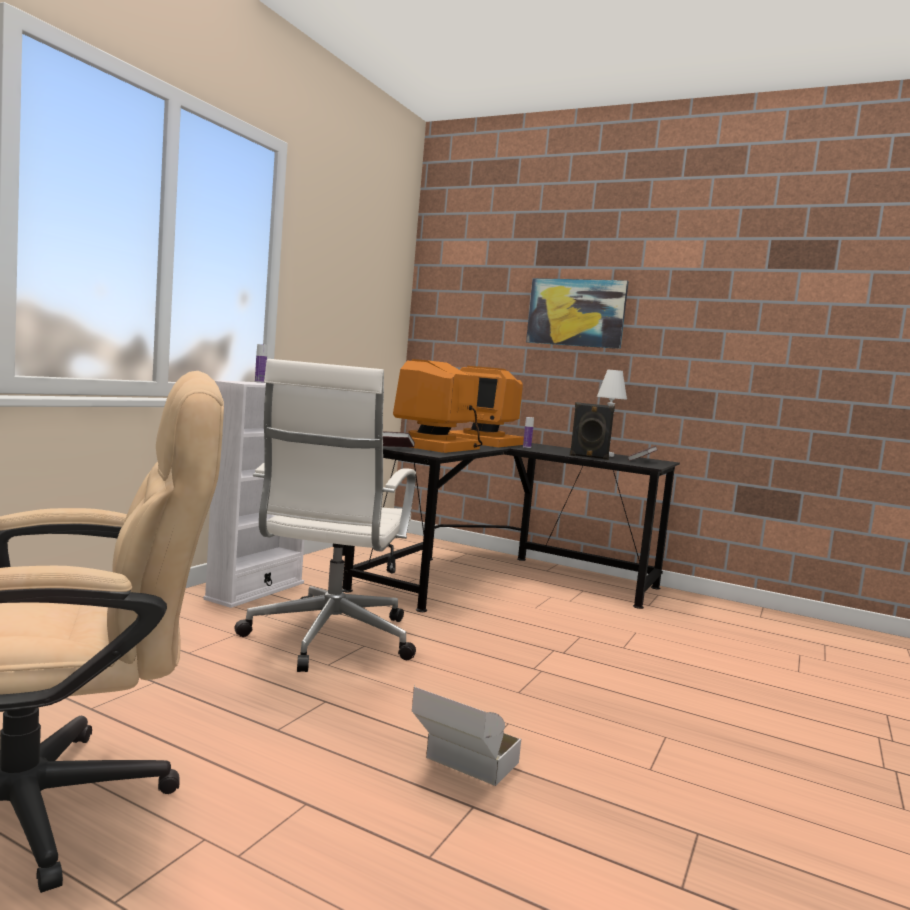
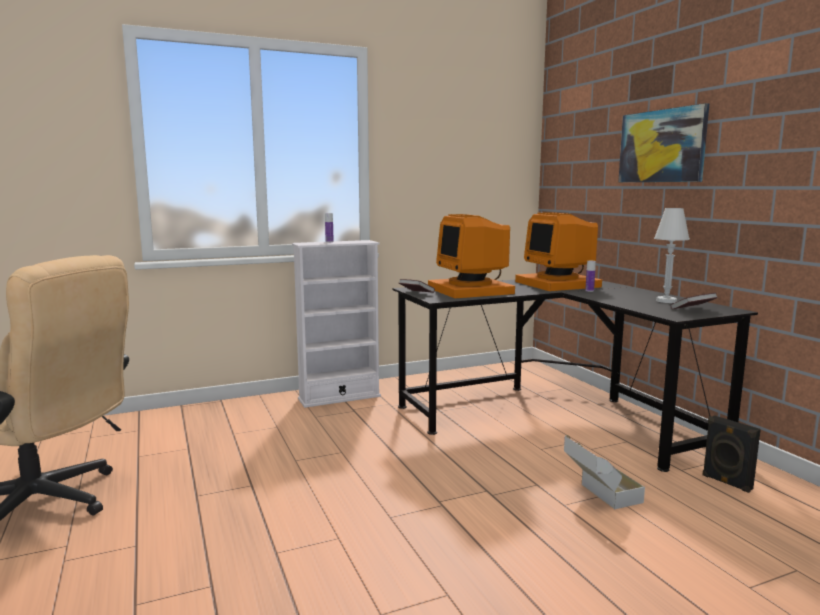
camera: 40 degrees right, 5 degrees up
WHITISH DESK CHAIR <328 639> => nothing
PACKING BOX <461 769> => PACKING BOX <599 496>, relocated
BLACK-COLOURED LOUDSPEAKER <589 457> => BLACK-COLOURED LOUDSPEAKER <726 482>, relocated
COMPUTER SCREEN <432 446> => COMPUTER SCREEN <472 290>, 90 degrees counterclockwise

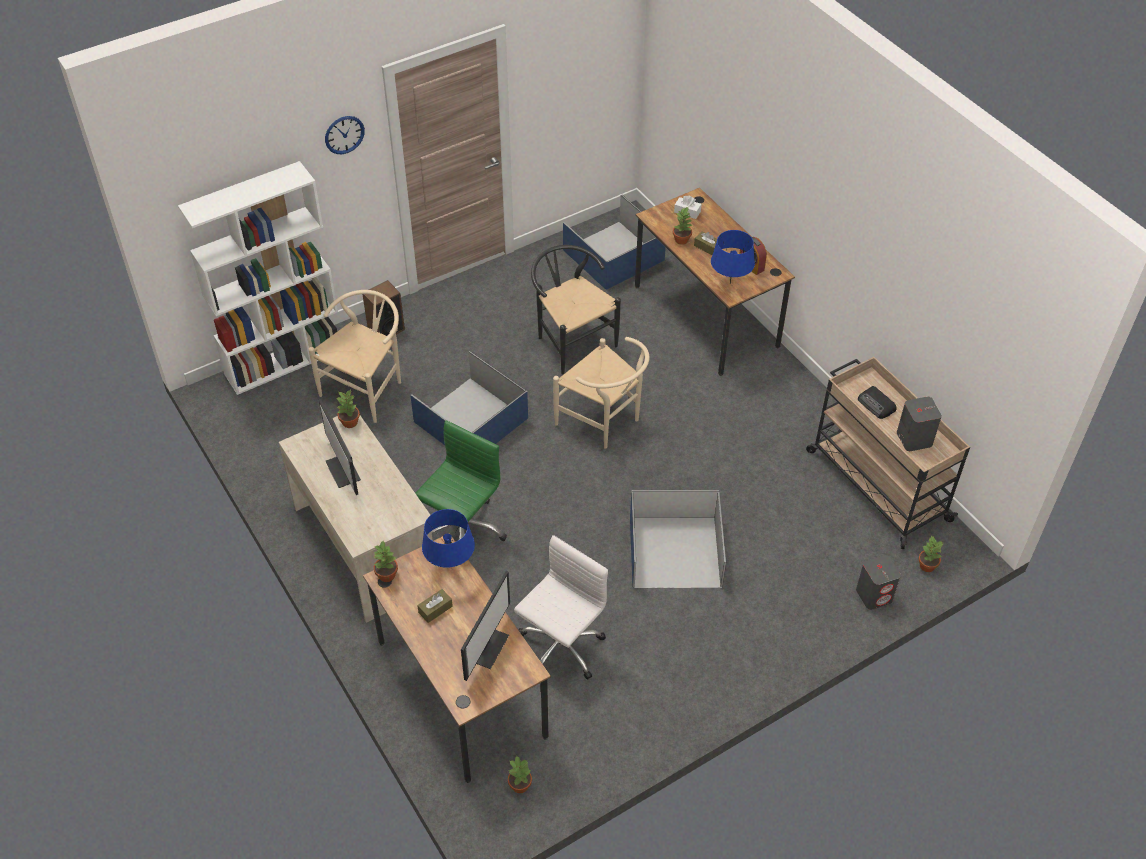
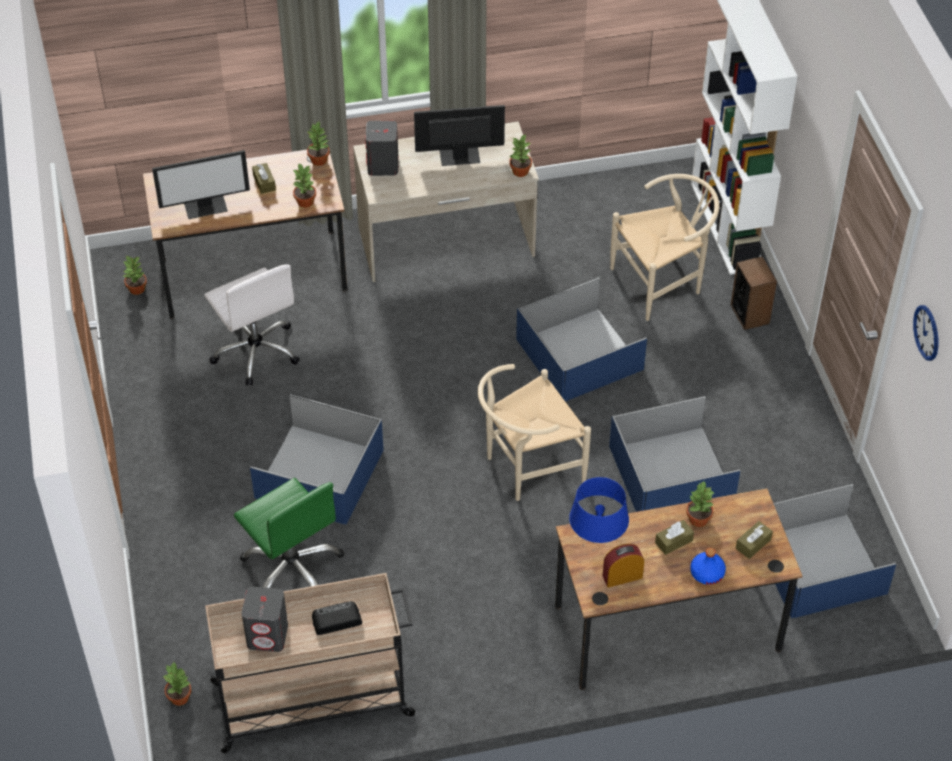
camera: 110 degrees right, 0 degrees up
nothing => BLUE-COLOURED DRINK BOTTLE <706 573>
HANGING CLOCK <344 134> => HANGING CLOCK <926 332>, relocated
GREEN DESK CHAIR <462 530> => GREEN DESK CHAIR <292 569>, relocated
GREYISH LOUDSPEAKER <874 595> => GREYISH LOUDSPEAKER <383 166>, relocated
BLUE-COLOURED TABLE LAMP <450 566> => HOUSEPLANT <305 201>
BLACK-COLOURED CHAIR <571 340> => BLUE-COLOURED STORAGE BOX <672 475>
WHITISH TISSUE BOX <687 212> => BROWN TISSUE BOX <753 544>
BEIGE CHAIR <367 387> => BEIGE CHAIR <663 282>, 75 degrees counterclockwise
COMPUTER SCREEN <487 646> => COMPUTER SCREEN <206 206>, 60 degrees counterclockwise

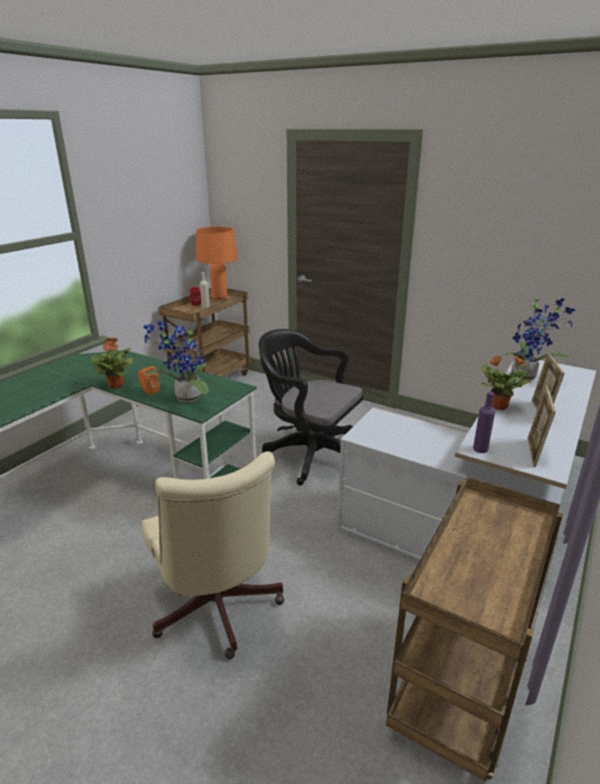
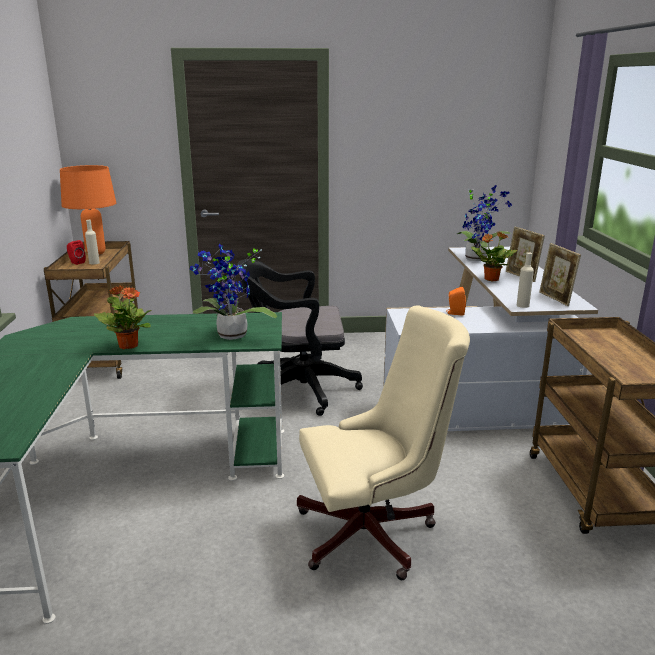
camera: 35 degrees left, 5 degrees down
ORANGEY LOUDSPEAKER <149 390> => ORANGEY LOUDSPEAKER <455 313>, relocated
PURPLE-COLOURED DRINK BOTTLE <480 449> => BEIGE DRINK BOTTLE <522 305>
BEIGE DESK CHAIR <217 612> => BEIGE DESK CHAIR <374 533>, 45 degrees counterclockwise

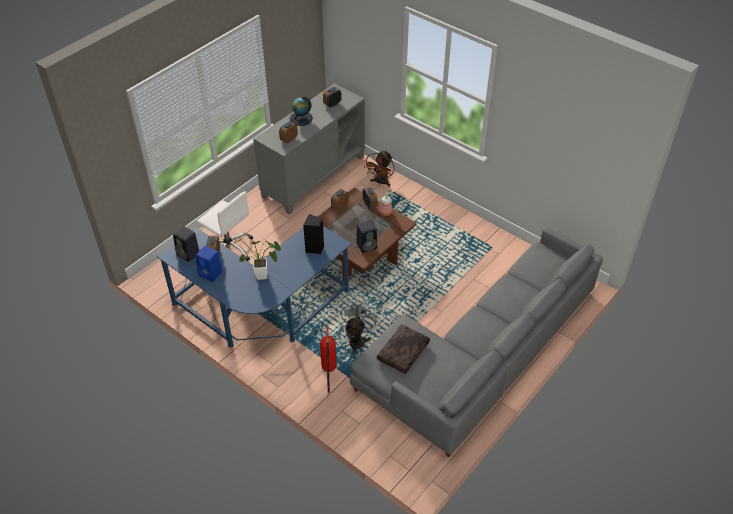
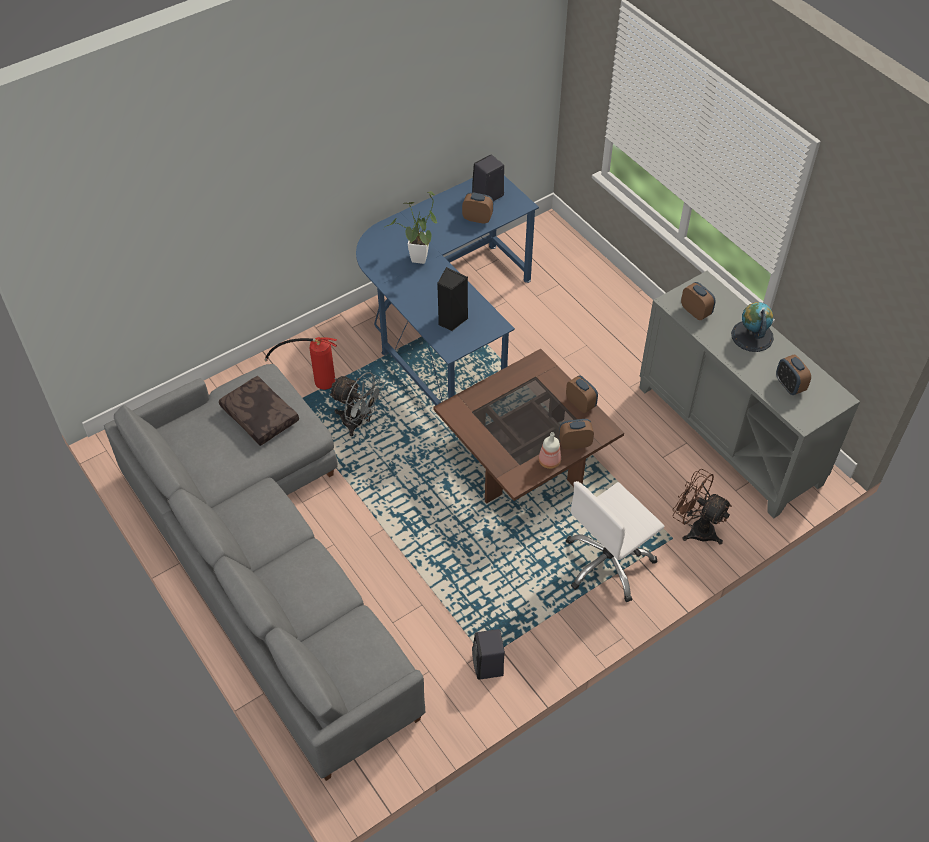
camera: 105 degrees right, 5 degrees up
BLUE-COLOURED LOUDSPEAKER <211 274> => nothing
WHITISH DESK CHAIR <229 249> => WHITISH DESK CHAIR <608 563>, relocated
BLACK-COLOURED LOUDSPEAKER <367 245> => BLACK-COLOURED LOUDSPEAKER <488 666>, relocated

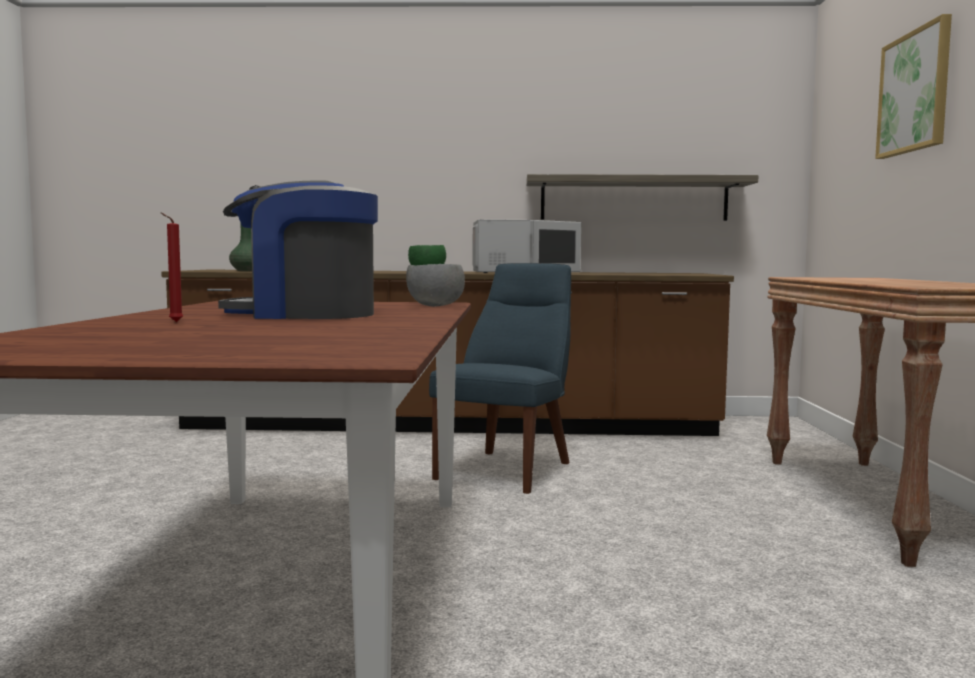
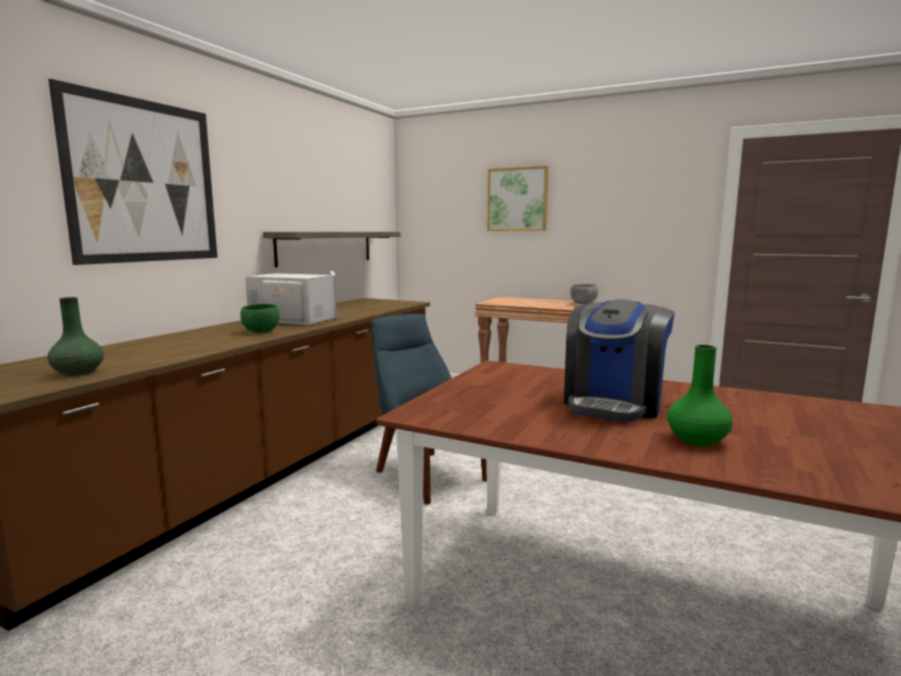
camera: 65 degrees left, 5 degrees up
nothing => PICTURE <144 182>
GREYISH DEEP DISH <434 306> => GREYISH DEEP DISH <583 304>, relocated
RED-COLOURED WAX LIGHT <173 322> => GREEN DECORATIVE VASE <697 440>

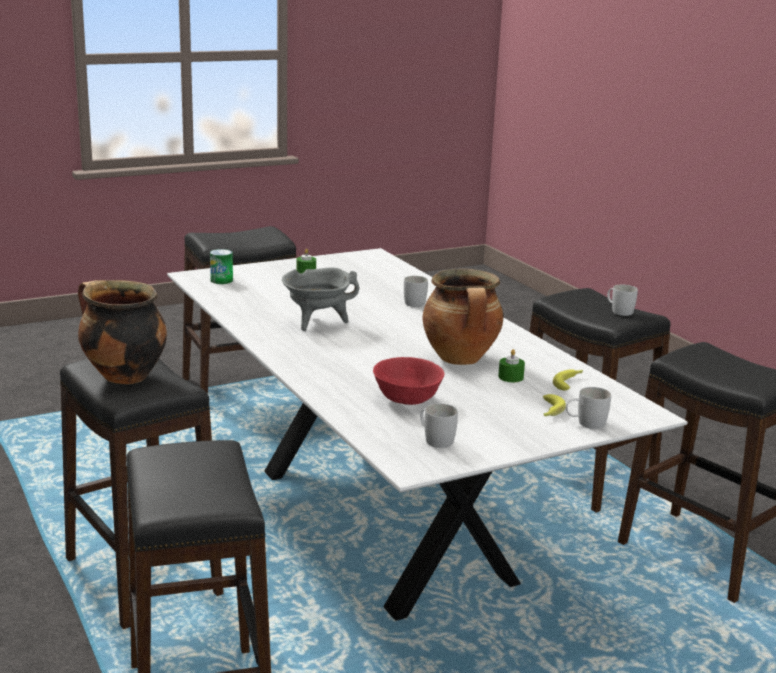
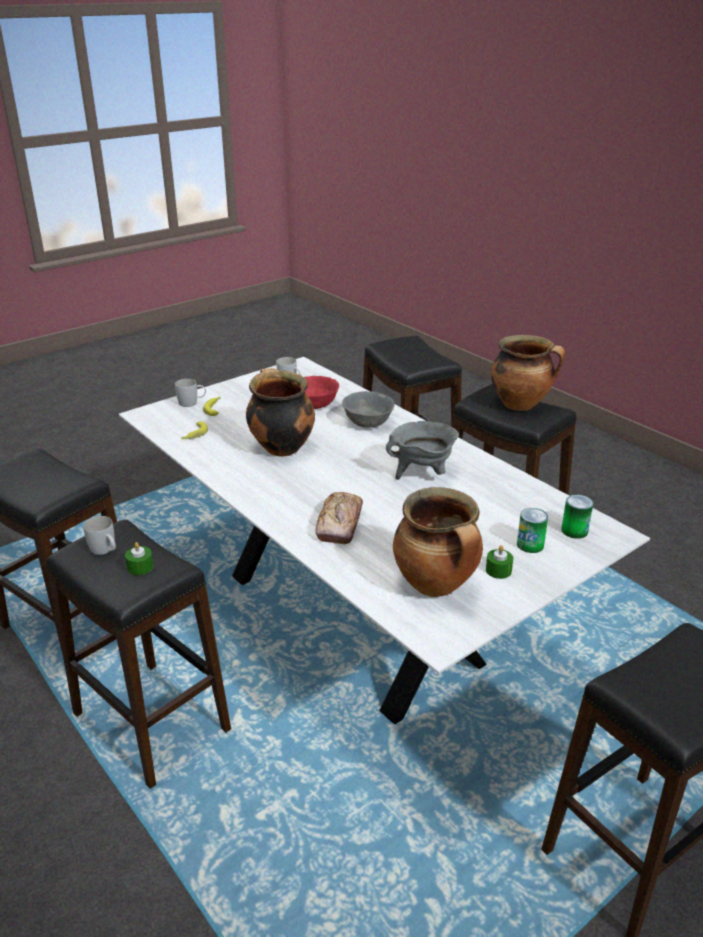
camera: 170 degrees right, 10 degrees up
nothing => GREYISH DEEP DISH <368 423>
nothing => STOCKPOT <437 585>
nothing => SEALED CAN <530 545>
GREEN WAX LIGHT <510 377> => GREEN WAX LIGHT <140 567>, relocated
WHITISH TEA MUG <416 302> => BAKERY BREAD <340 524>

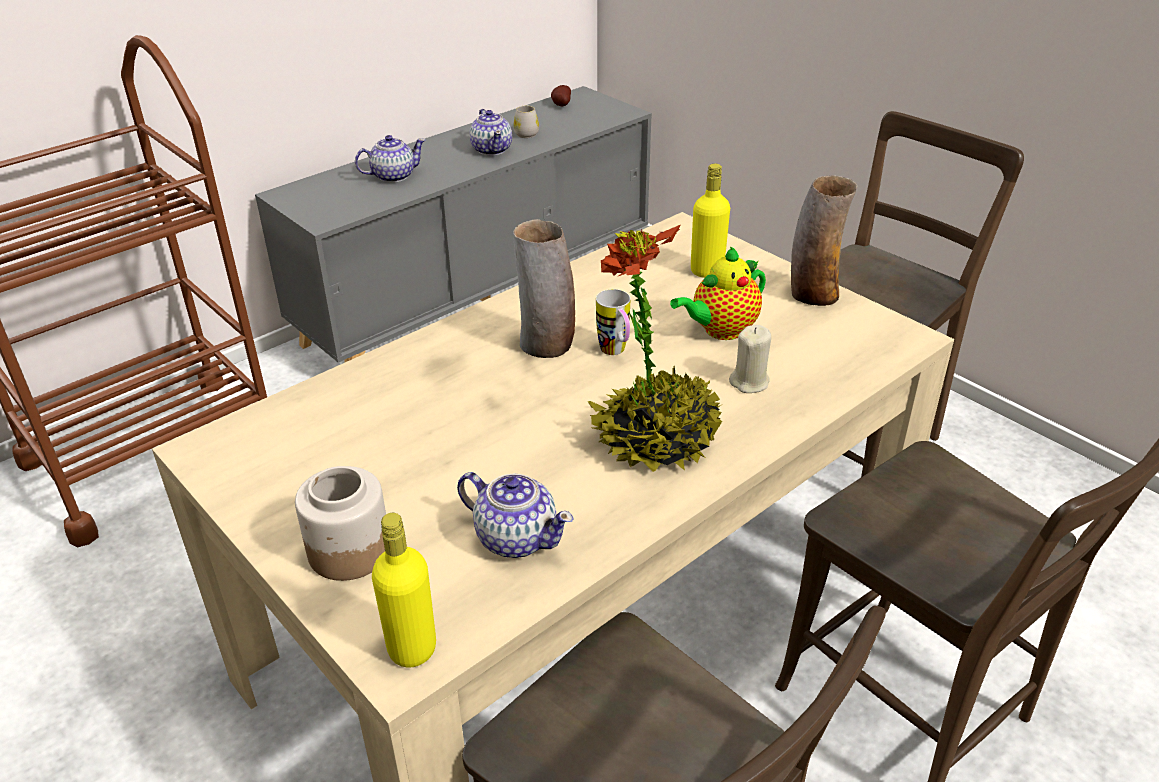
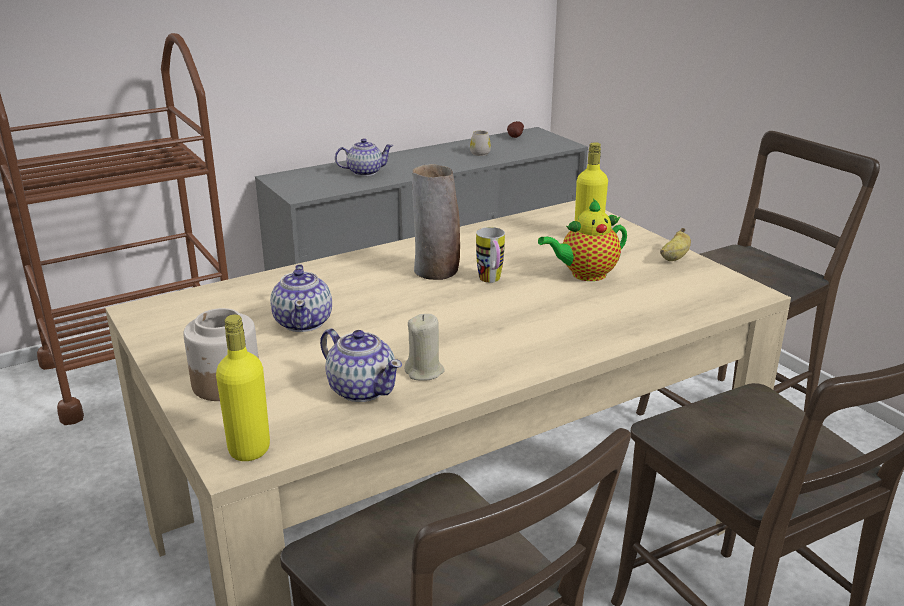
camera: 10 degrees right, 10 degrees down
HOUSEPLANT <656 439> => nothing
POT FOR TEA <492 149> => POT FOR TEA <304 322>, relocated
BEIGE WAX LIGHT <749 382> => BEIGE WAX LIGHT <424 371>, relocated
DECORATIVE VASE <813 294> => BANANA <674 258>

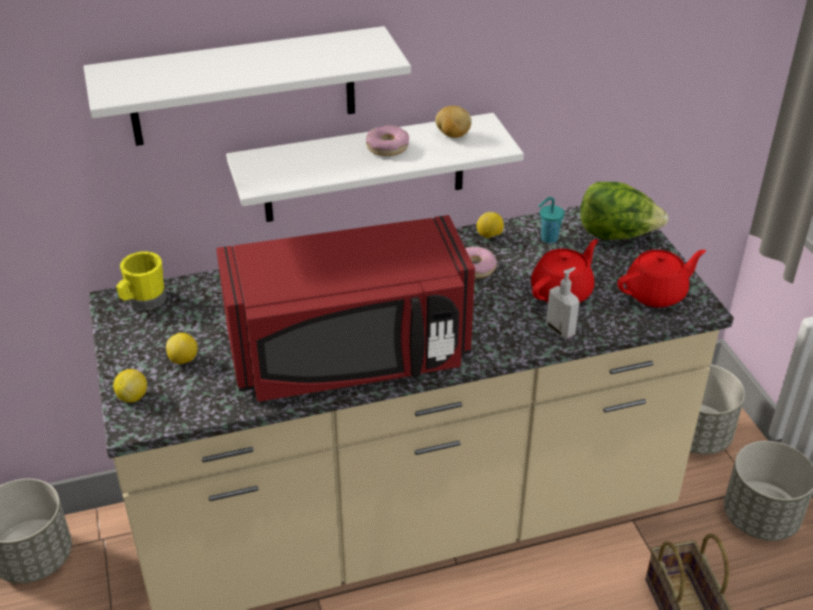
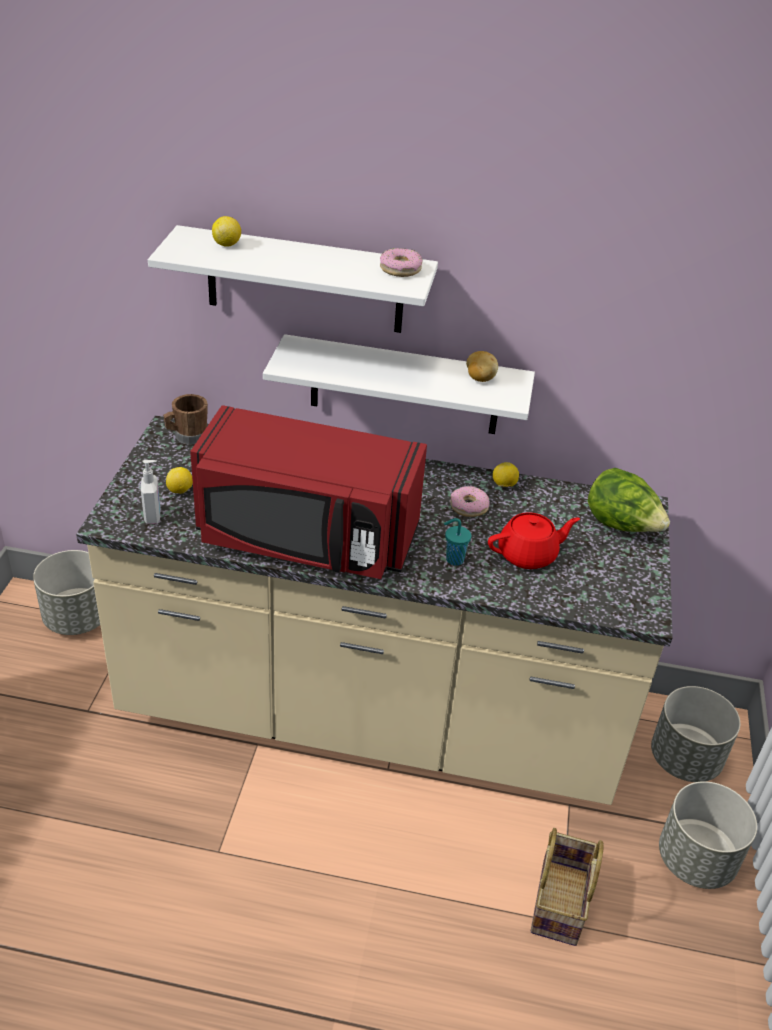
camera: 25 degrees right, 0 degrees up
RED-COLOURED POT FOR TEA <656 293> => nothing
WHOLE LEMON <132 396> => WHOLE LEMON <227 244>, relocated
RING DOUGHNUT <387 147> => RING DOUGHNUT <400 269>, relocated
TURQUOISE-COLOURED SMALL CUP <548 239> => TURQUOISE-COLOURED SMALL CUP <453 559>, relocated
SOAP BOTTLE <561 330> => SOAP BOTTLE <153 516>, relocated
YELLOW TEA MUG <143 301> => BROWN TEA MUG <187 436>

